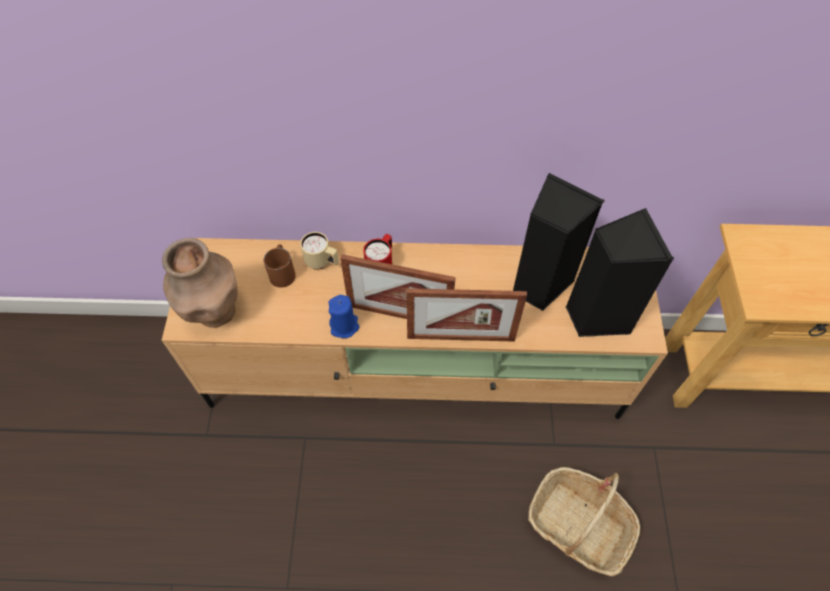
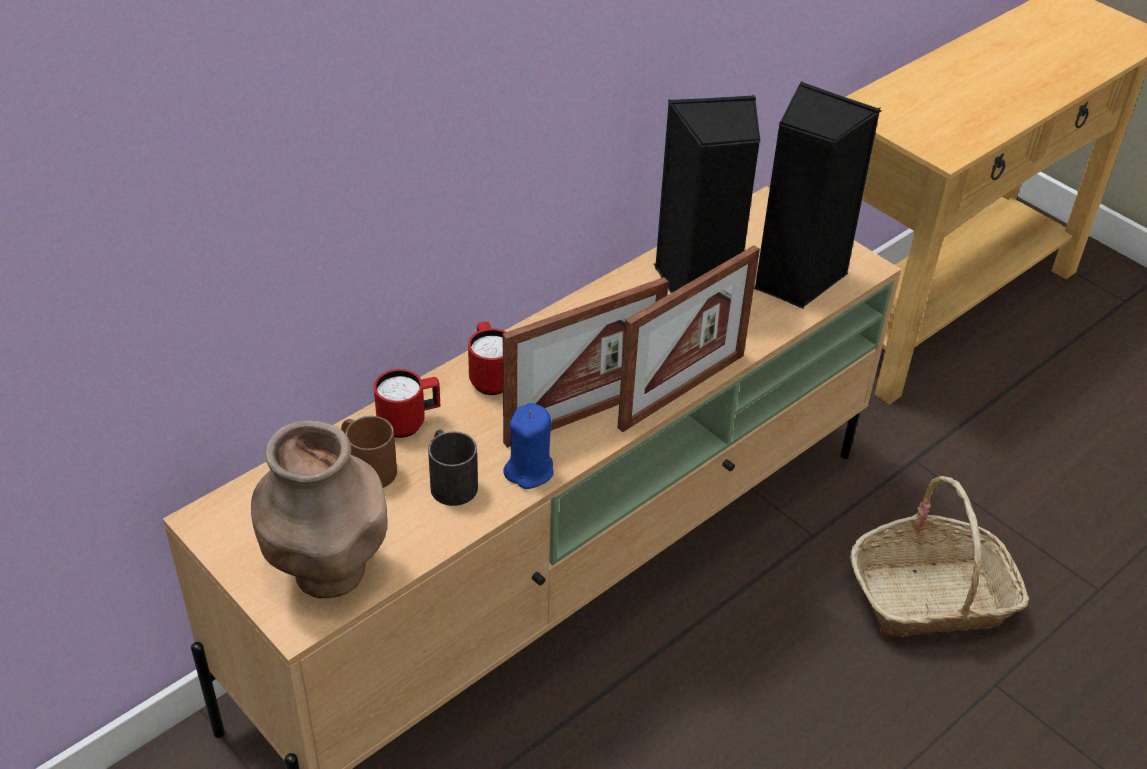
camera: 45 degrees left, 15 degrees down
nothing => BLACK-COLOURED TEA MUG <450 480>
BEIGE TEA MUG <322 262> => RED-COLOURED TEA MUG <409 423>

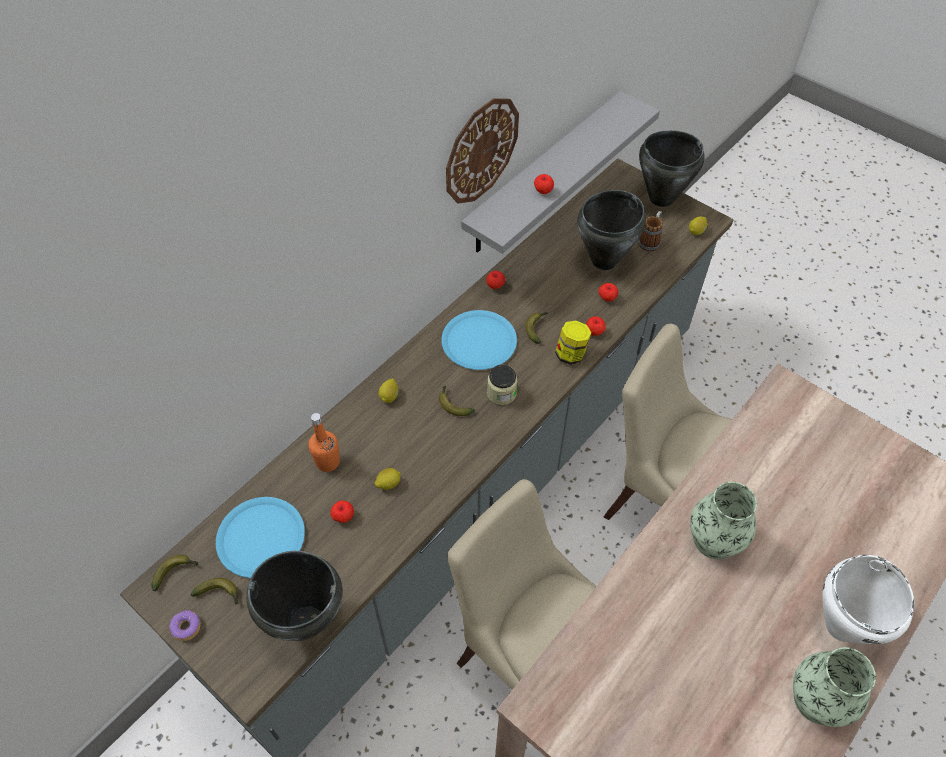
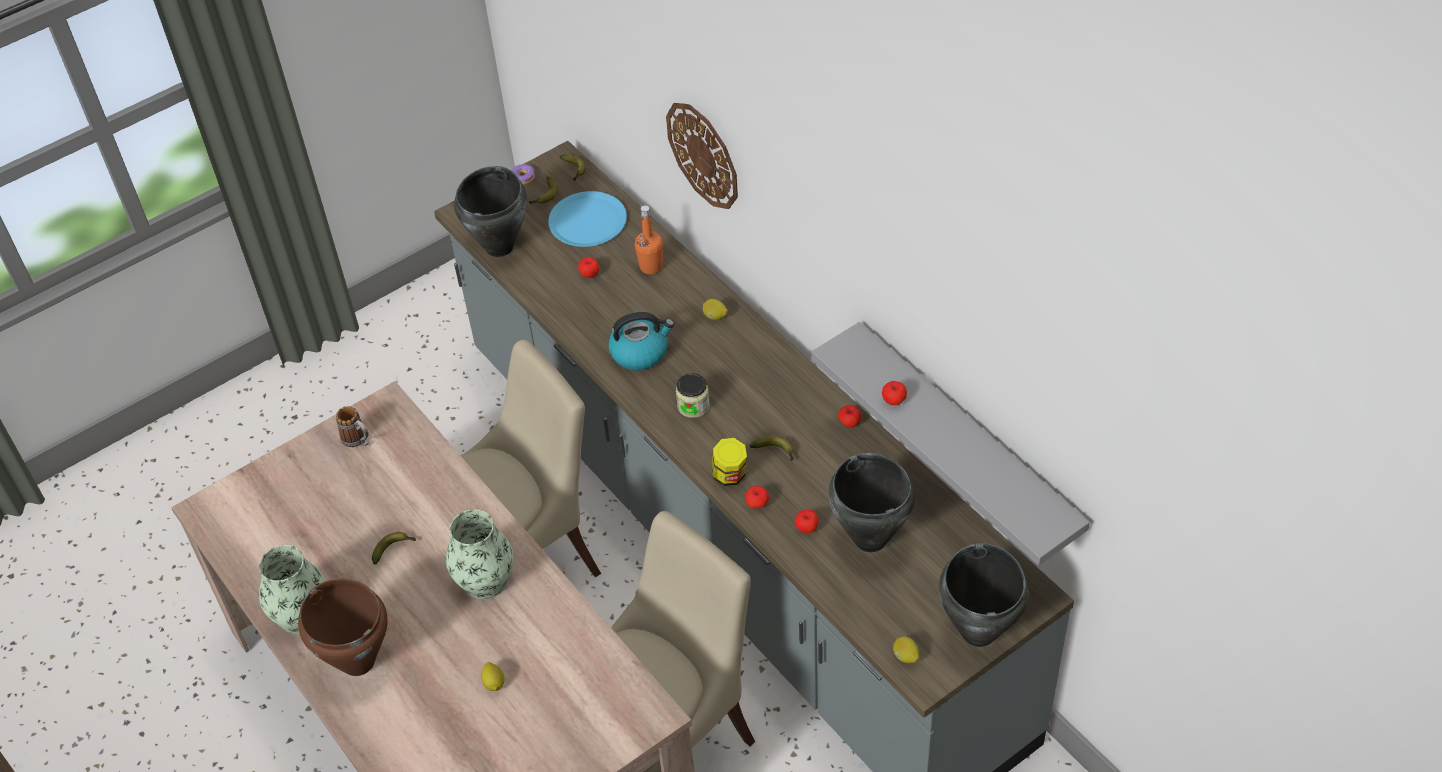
camera: 105 degrees right, 5 degrees down
BLUE-COLOURED FLAT DISH <479 341> => nothing
nothing => KETTLE <640 352>
WHOLE LEMON <388 484> => WHOLE LEMON <494 683>, relocated
BANANA <453 404> => BANANA <394 549>, relocated
HANGING CLOCK <481 150> => HANGING CLOCK <703 155>, relocated
TEA MUG <650 241> => TEA MUG <358 440>, relocated
WHITISH STOCKPOT <840 626> => BROWN STOCKPOT <358 661>

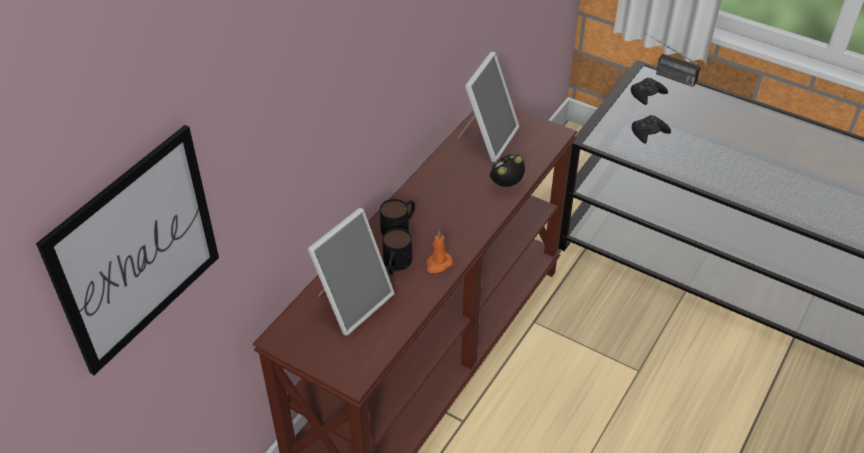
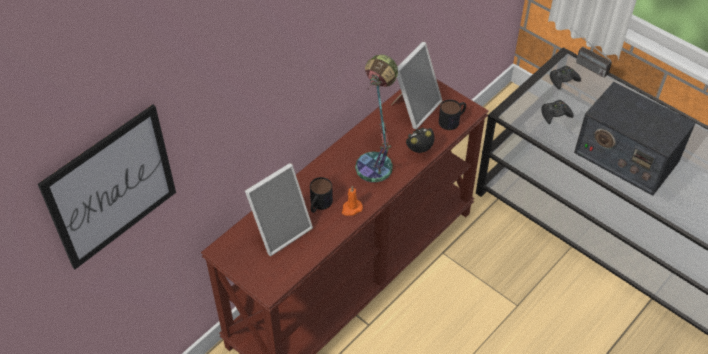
camera: 10 degrees right, 5 degrees up
nothing => TABLE LAMP <377 159>
nothing => RADIO <625 157>
TEA MUG <399 226> => TEA MUG <452 120>, relocated

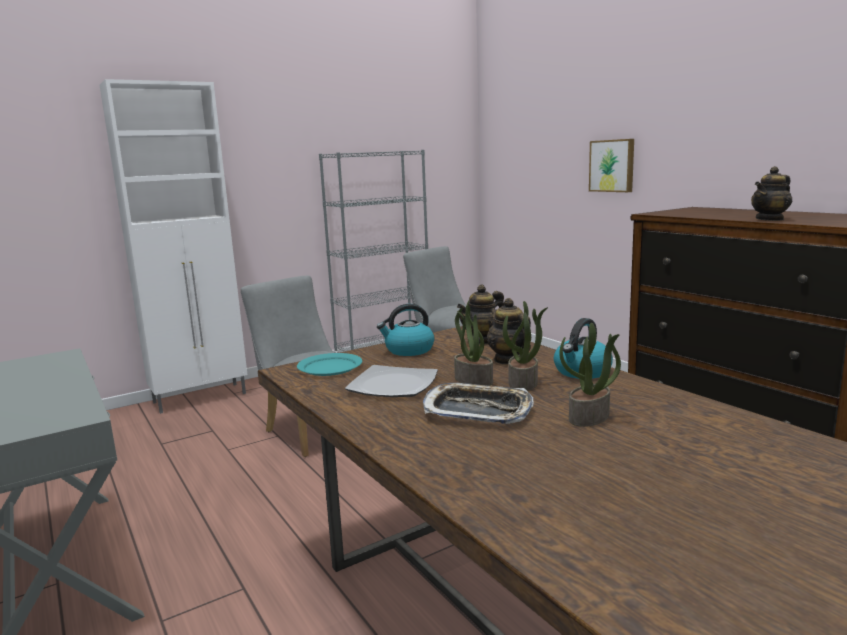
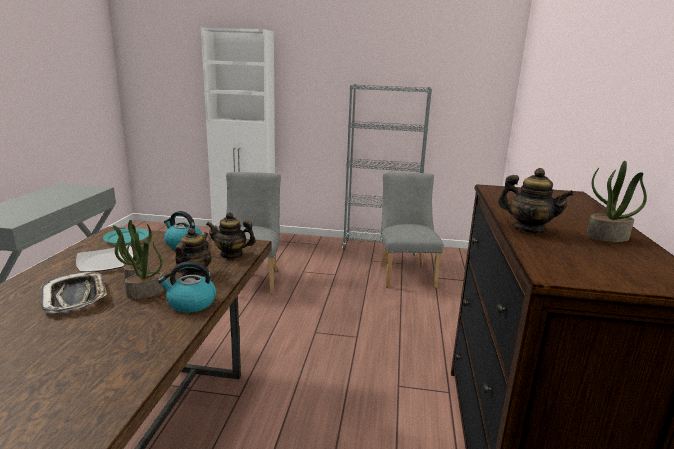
camera: 40 degrees right, 5 degrees up
PICTURE <612 165> => nothing
HOUSEPLANT <589 417> => HOUSEPLANT <607 237>, relocated
POT FOR TEA <770 219> => POT FOR TEA <528 229>, 150 degrees counterclockwise

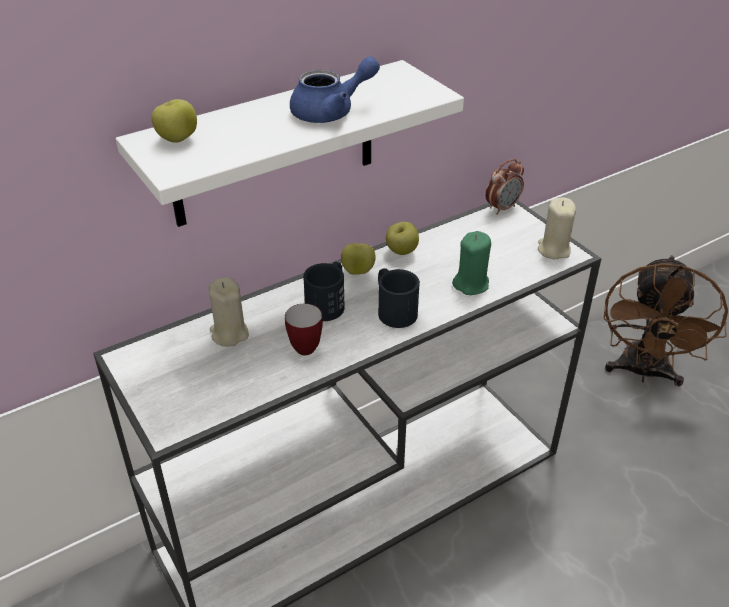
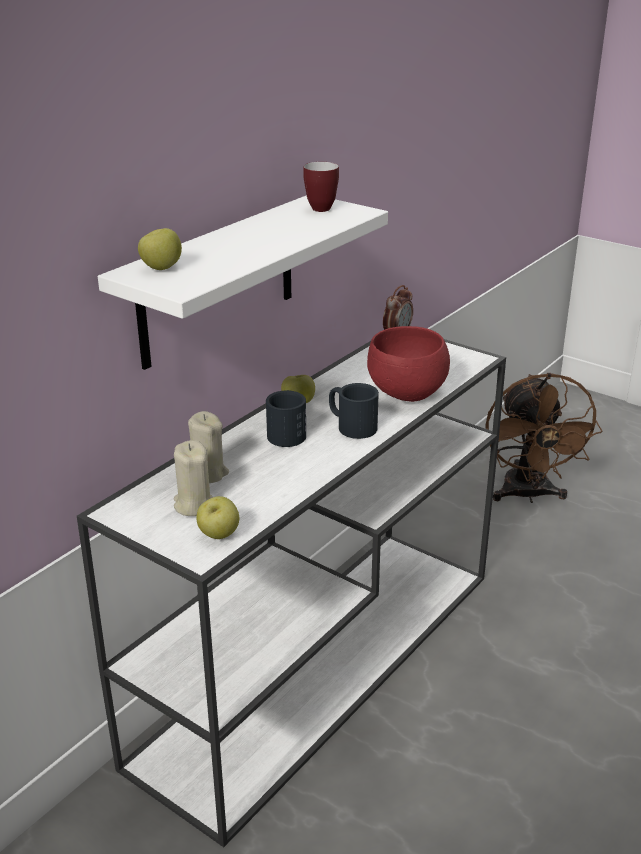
camera: 20 degrees left, 10 degrees down
BLUE-COLOURED POT FOR TEA <331 112> => nothing
TEA MUG <304 345> => TEA MUG <318 208>, relocated
APPLE <402 252> => APPLE <219 535>, relocated
BEIGE WAX LIGHT <553 249> => BEIGE WAX LIGHT <193 505>, relocated
GREEN WAX LIGHT <471 284> => RED-COLOURED DEEP DISH <408 394>

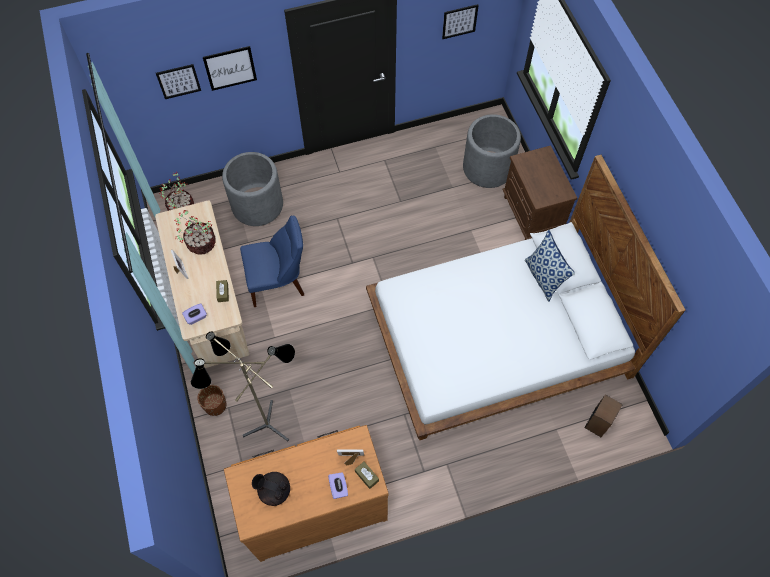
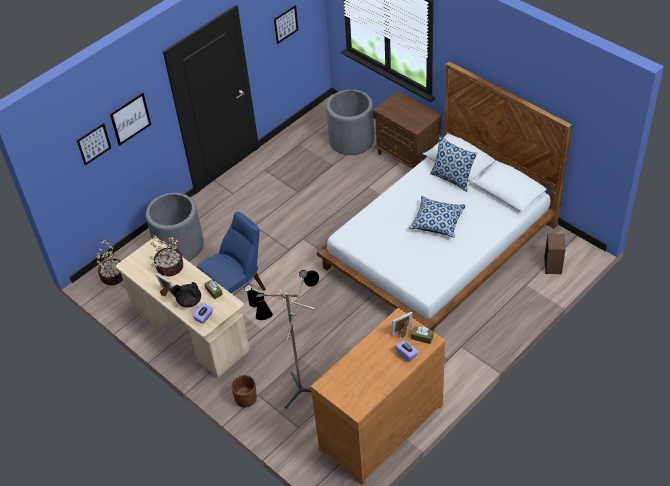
camera: 25 degrees left, 15 degrees down
nothing => THROW PILLOW <437 222>
BLACK-COLOURED POT FOR TEA <274 491> => BLACK-COLOURED POT FOR TEA <189 301>, relocated

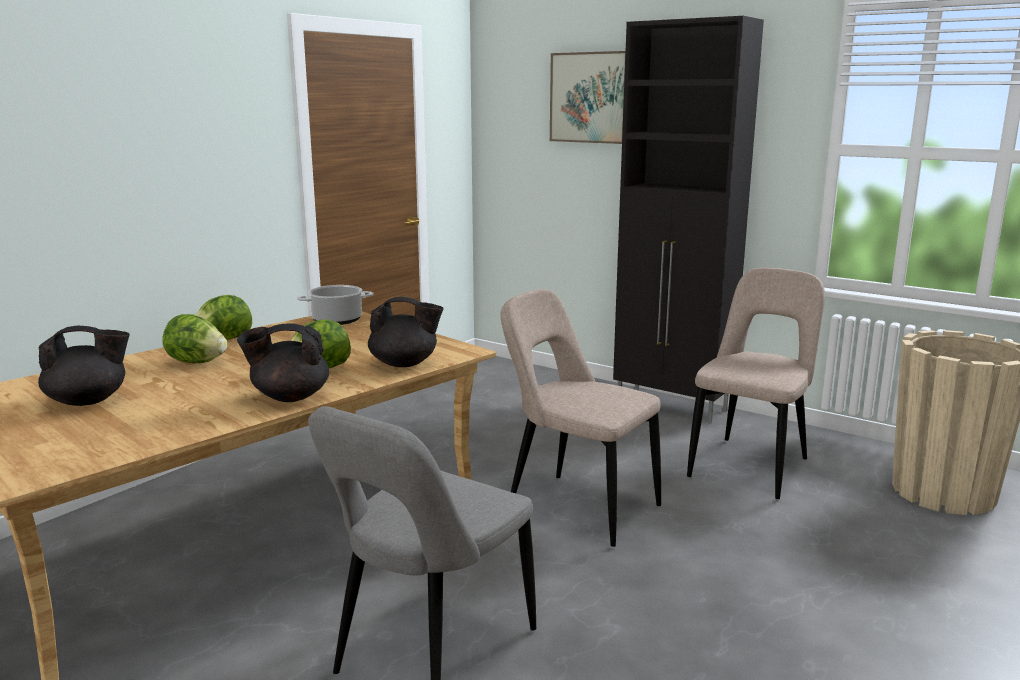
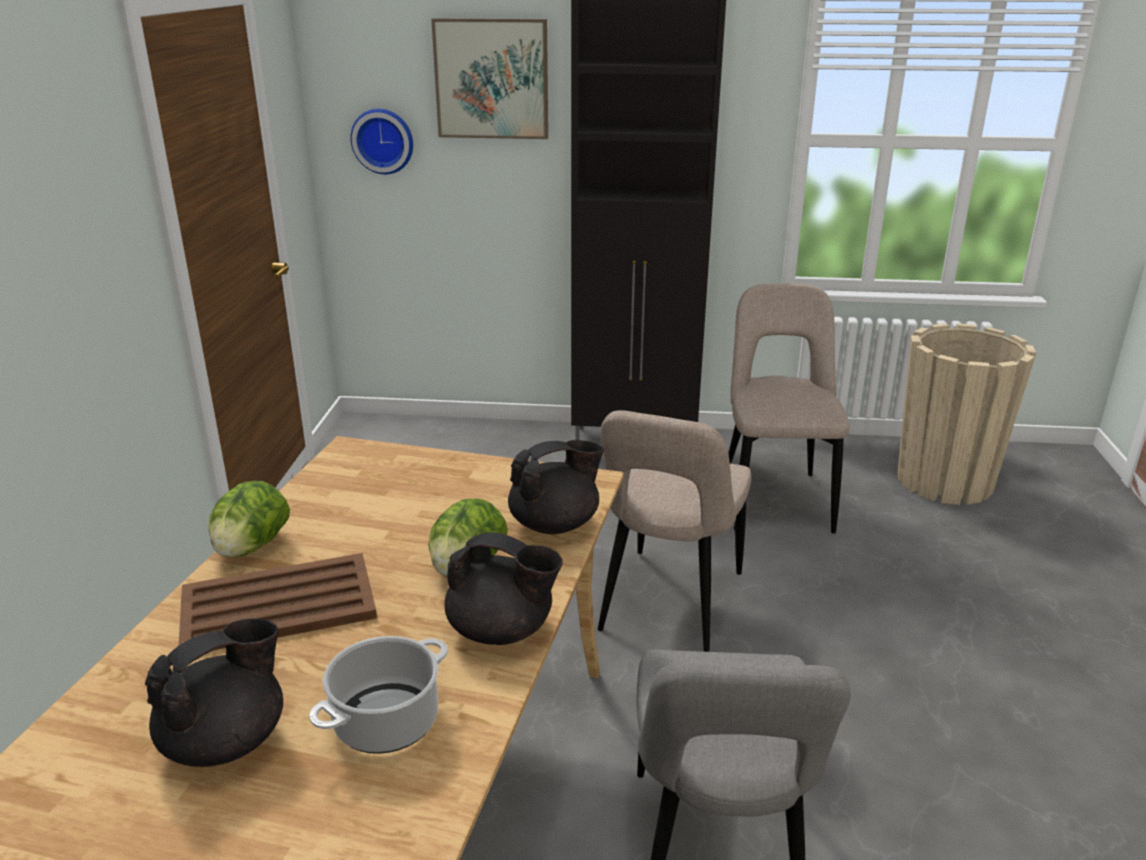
camera: 30 degrees left, 10 degrees up
nothing => HANGING CLOCK <383 140>
STOCKPOT <337 320> => STOCKPOT <387 720>, relocated
LETTUCE HEAD <196 362> => BROWN TRAY <276 605>
BLACK-COLOURED POT FOR TEA <289 397> => BLACK-COLOURED POT FOR TEA <502 630>, 120 degrees counterclockwise
BEIGE CHAIR <577 506> => BEIGE CHAIR <668 606>, 75 degrees counterclockwise

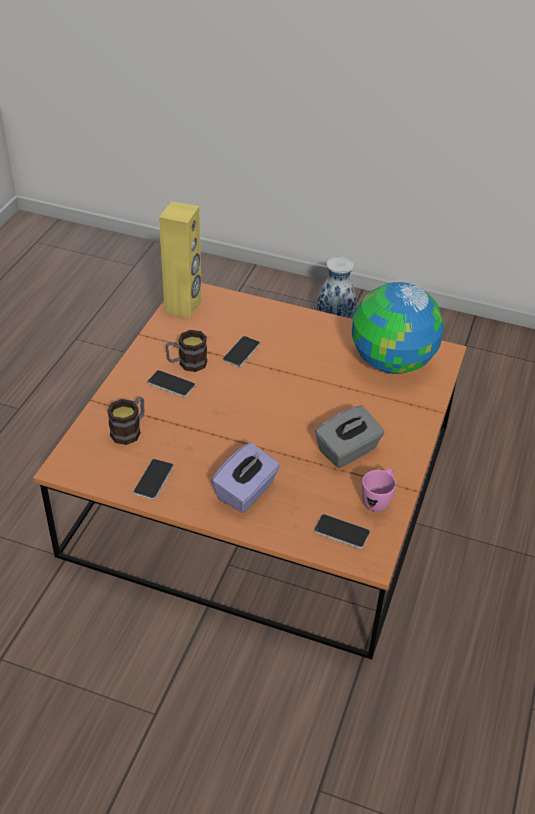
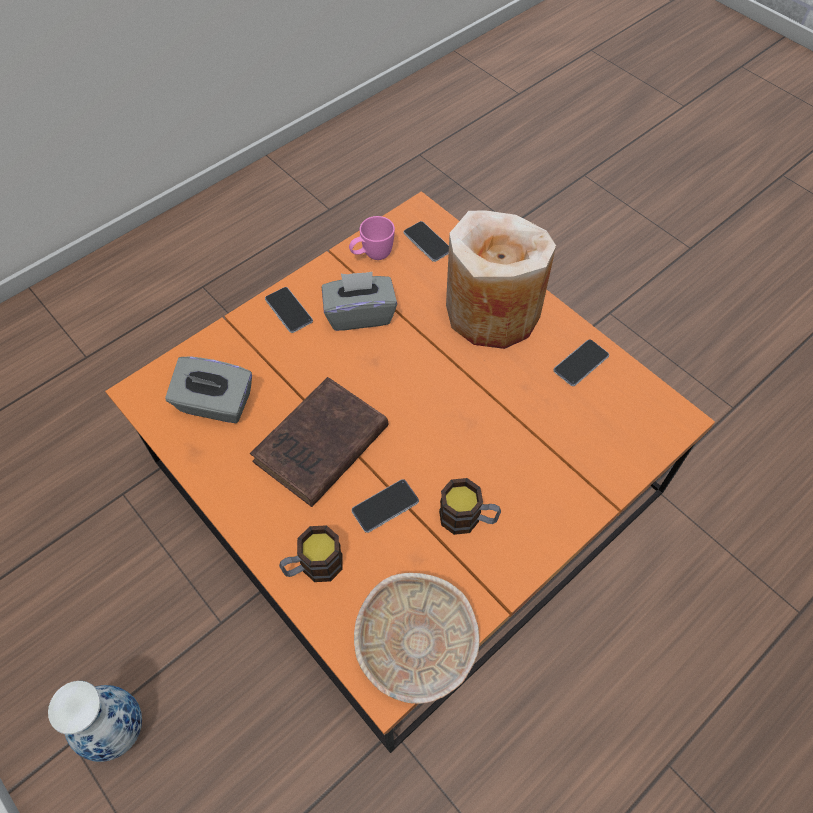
camera: 150 degrees left, 15 degrees up
nothing => BROWN BOUND BOOK <319 447>
TEA MUG <130 430> => TEA MUG <313 566>, relocated
TELEPHONE <171 384> => TELEPHONE <288 310>, relocated
YELLOW LOUDSPEAKER <183 306> => BEIGE DEEP DISH <416 645>
PURPLE-COLOURED TISSUE BOX <246 492> => BEIGE DECORATIVE VASE <491 312>
DESK GLOBE <391 362> => GREYISH TISSUE BOX <215 404>

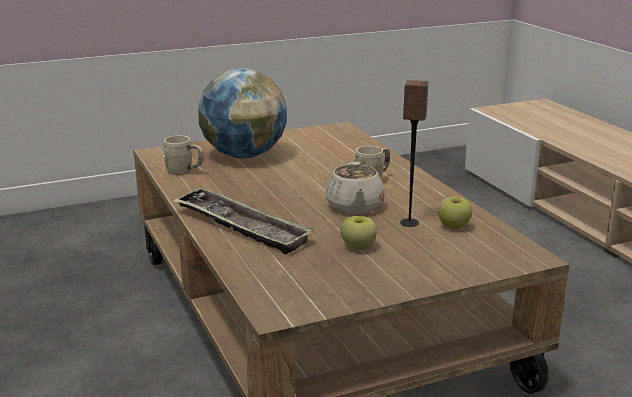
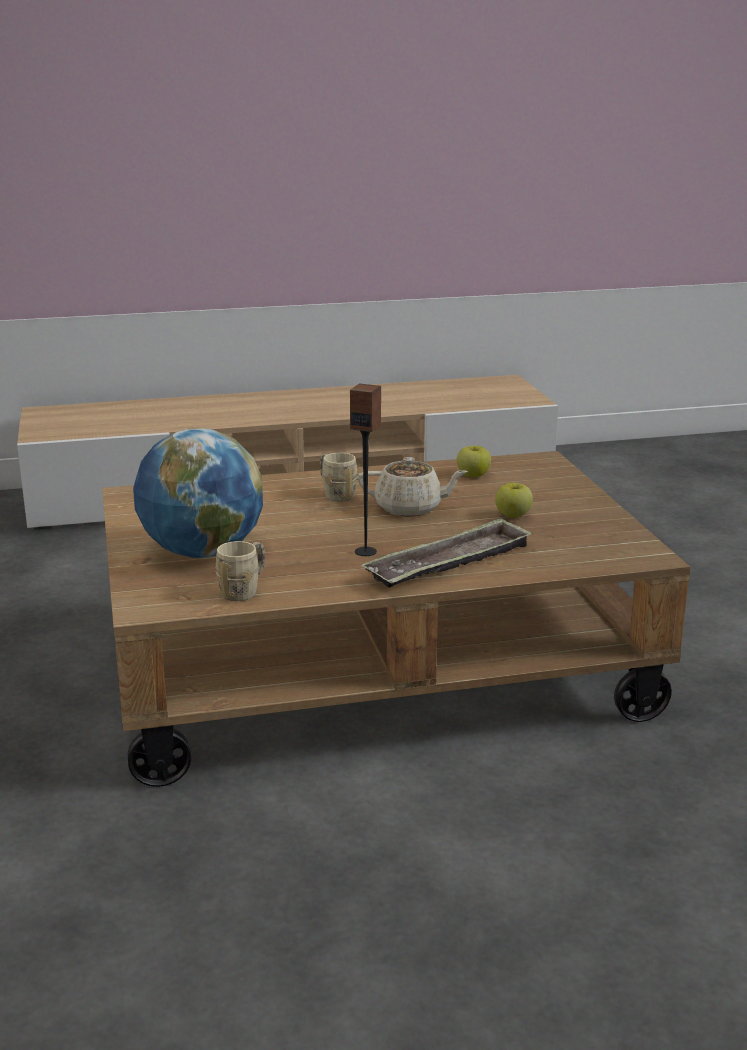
camera: 80 degrees left, 0 degrees up
LOUDSPEAKER <409 223> => LOUDSPEAKER <366 551>, relocated

